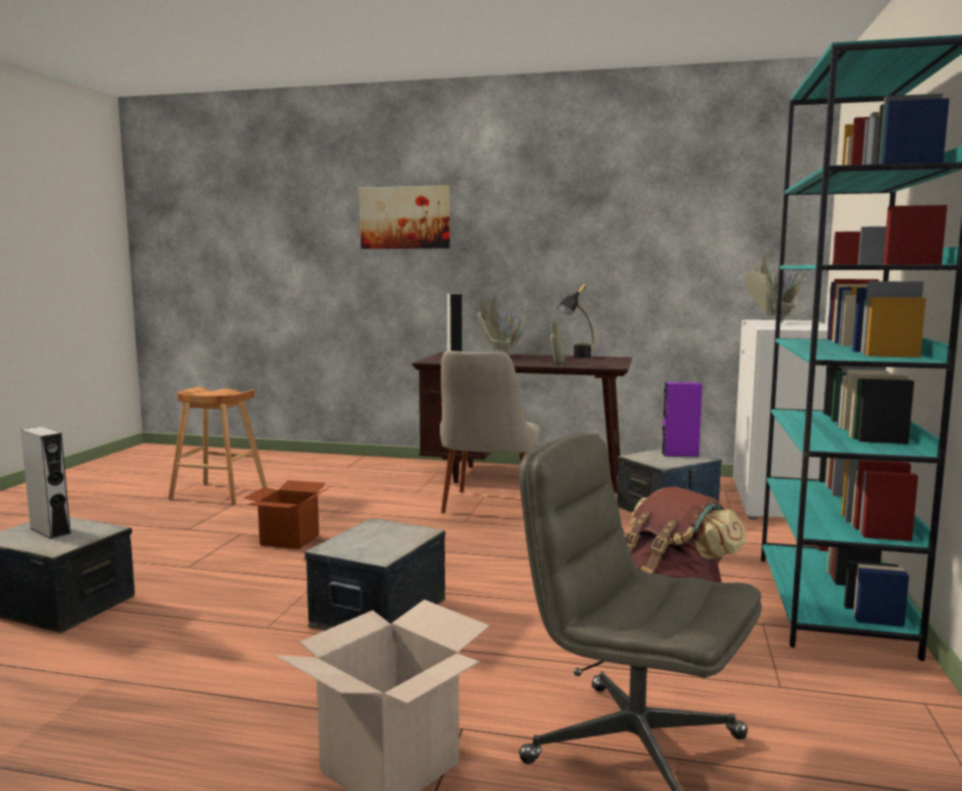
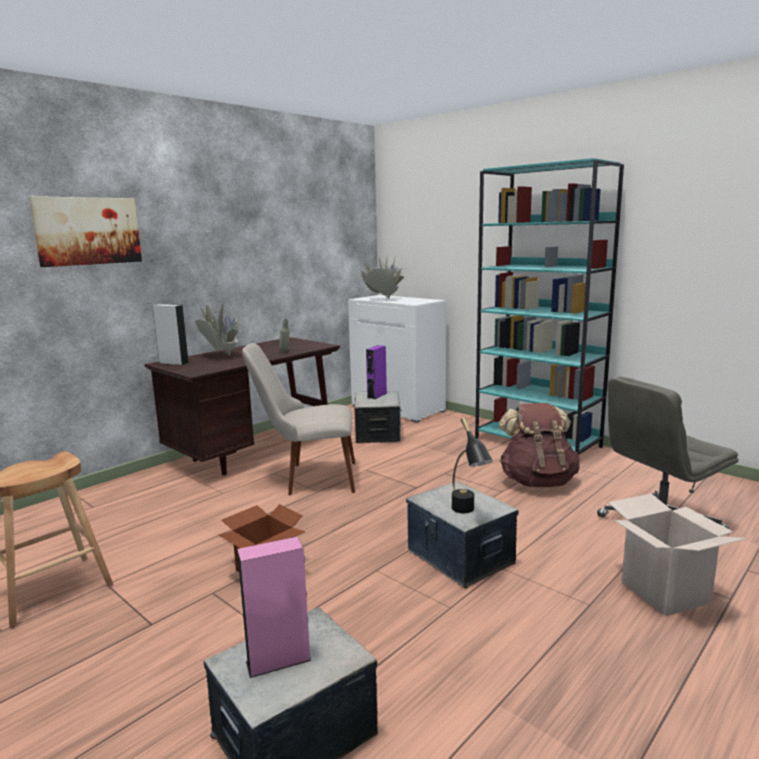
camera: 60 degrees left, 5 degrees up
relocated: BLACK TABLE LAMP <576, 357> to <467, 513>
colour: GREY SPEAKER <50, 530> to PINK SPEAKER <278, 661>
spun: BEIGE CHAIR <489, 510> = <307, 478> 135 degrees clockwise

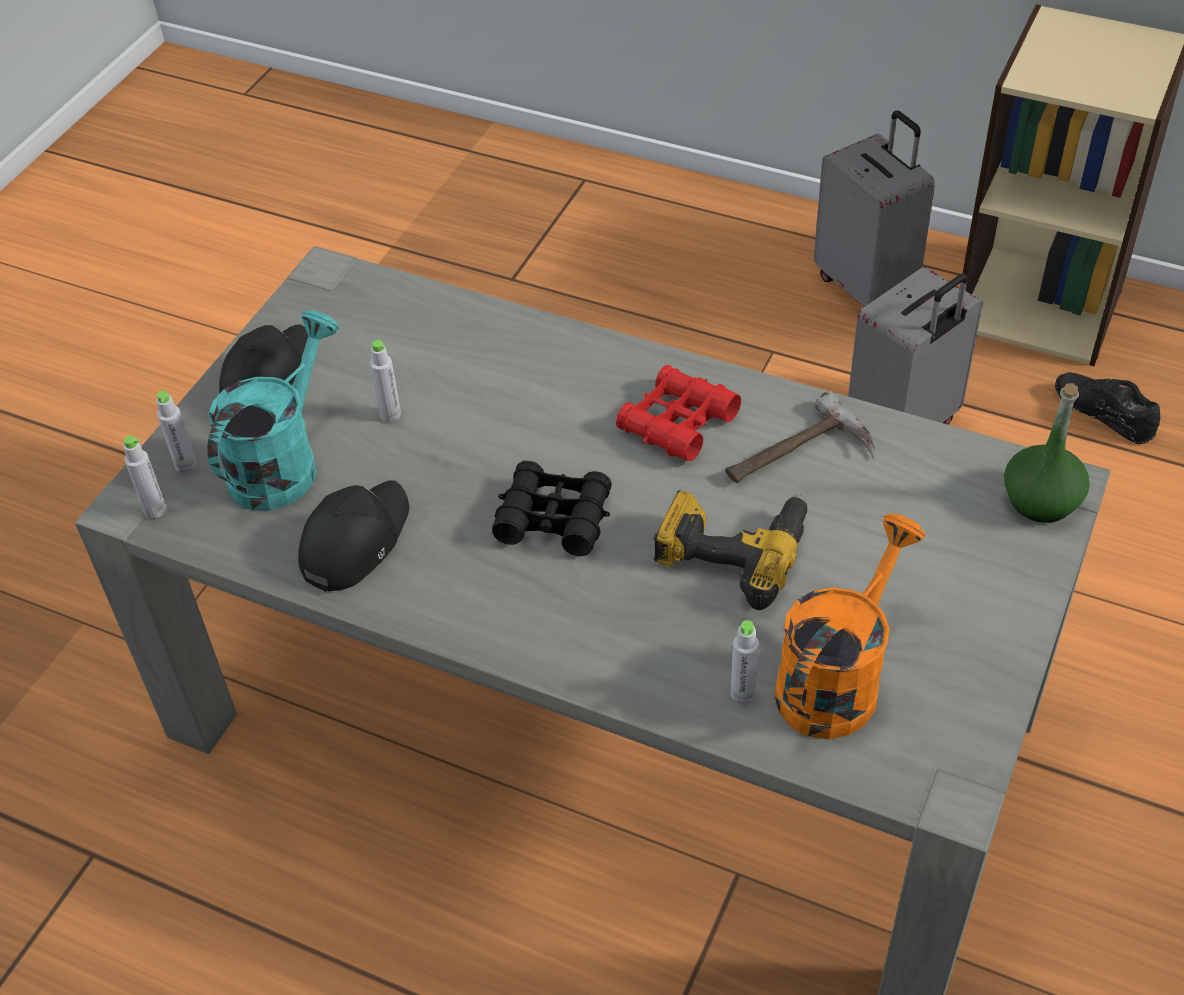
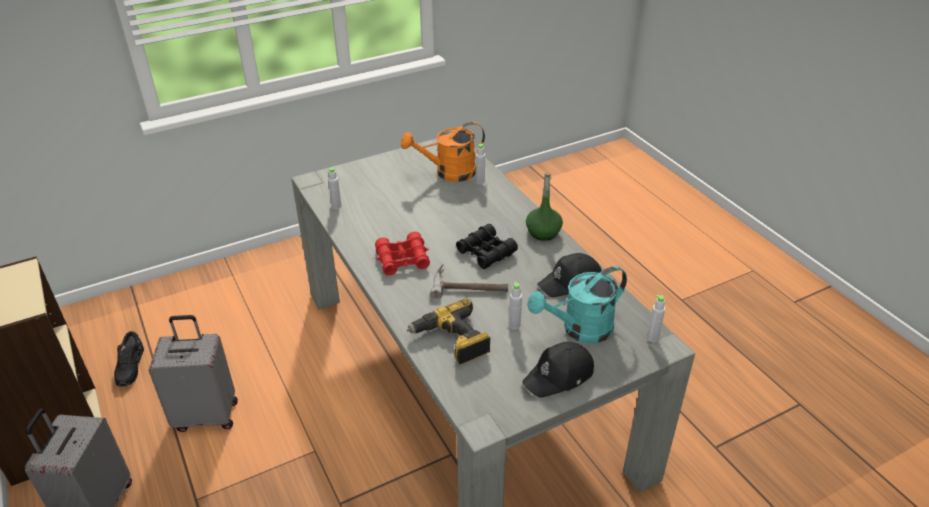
camera: 145 degrees left, 10 degrees down
relocated: GREY BOTTLE <186, 465> to <336, 206>; POWER DRILL <732, 550> to <452, 341>; HAMMER <800, 458> to <470, 285>; GREEN BOTTLE <1041, 500> to <543, 232>

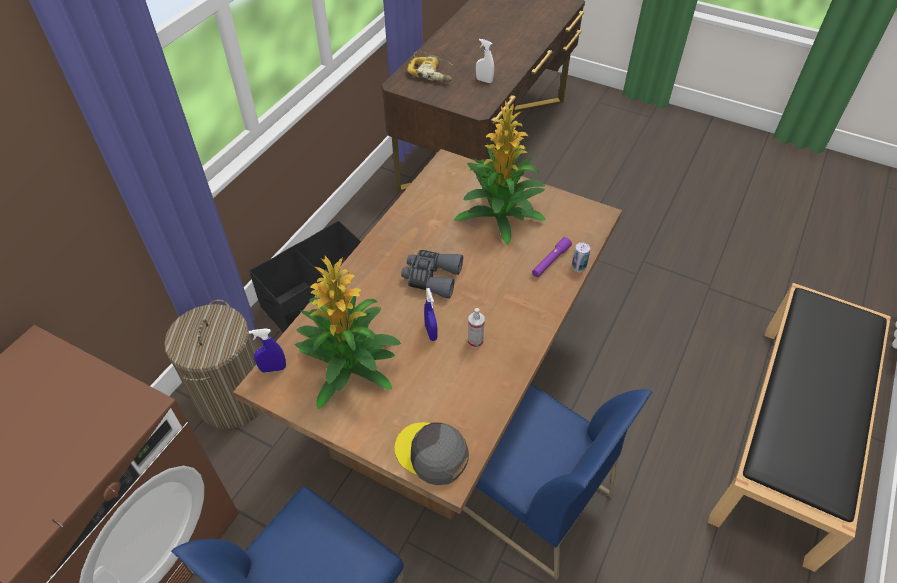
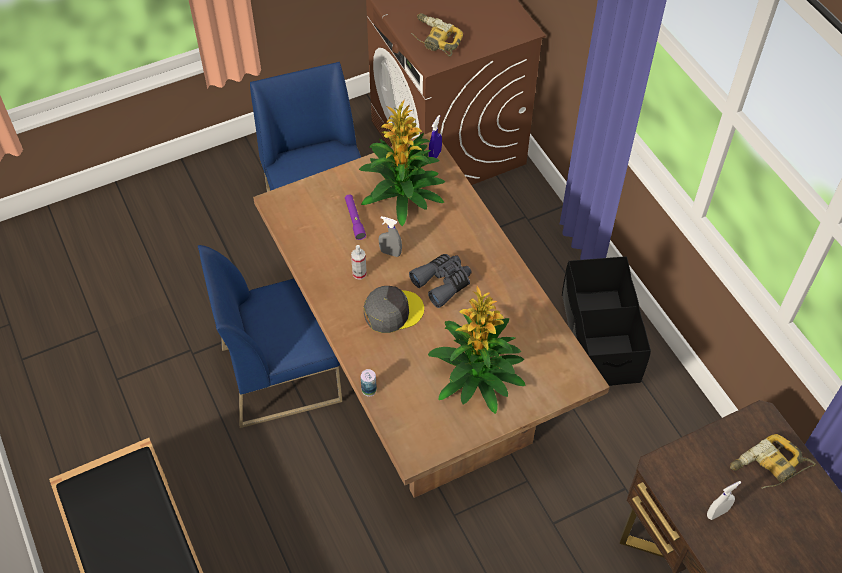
camera: 125 degrees right, 5 degrees up
missing: LAUNDRY BASKET <233, 397>
appeared: POWER DRILL <434, 40>
relocated: GREY CAP <431, 454> to <392, 311>; PURPLE FLASHLIGHT <550, 261> to <354, 219>
colour: BLUE SPRAY BOTTLE <431, 332> to GREY SPRAY BOTTLE <390, 253>

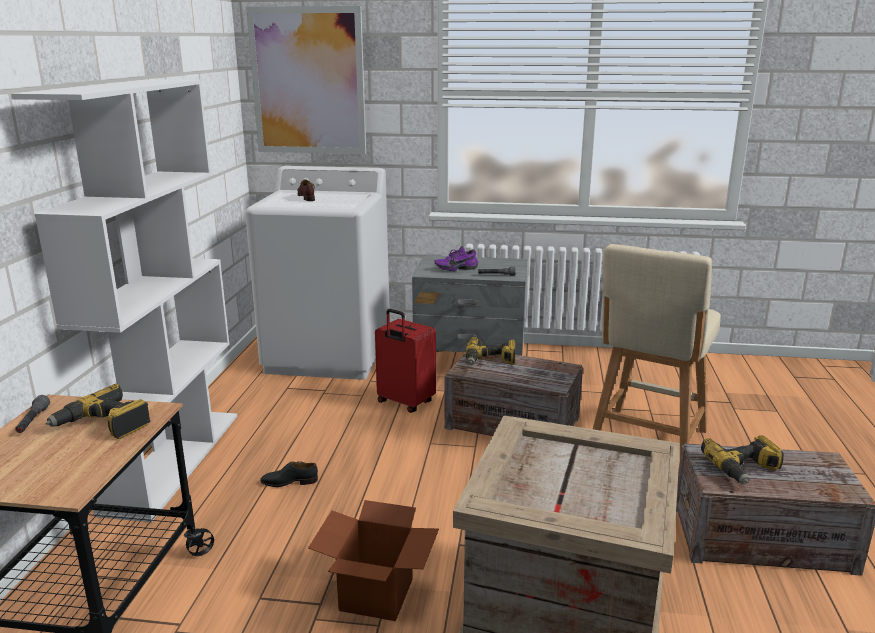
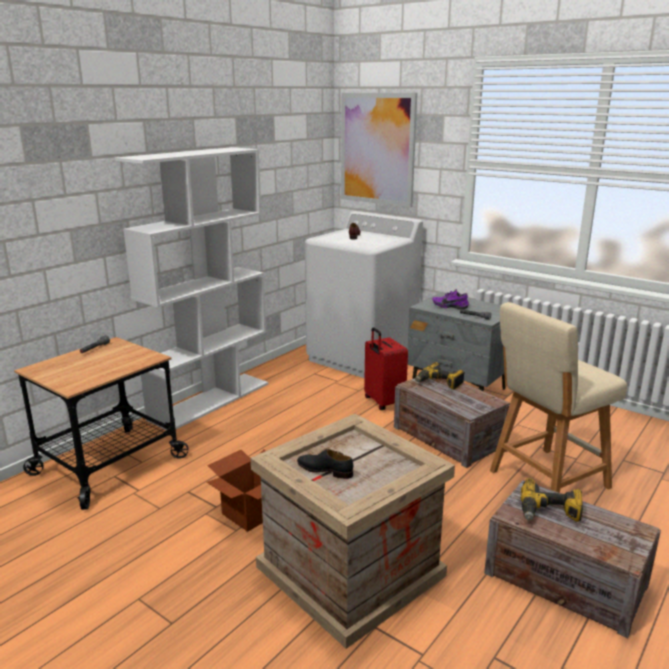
camera: 30 degrees right, 0 degrees up
missing: POWER DRILL <104, 425>
relocated: BLACK SHOE <289, 482> to <325, 470>

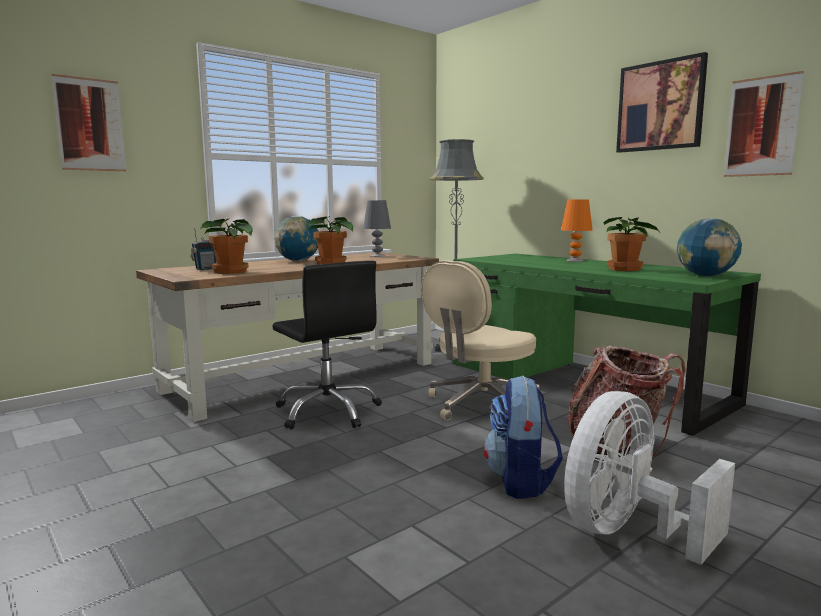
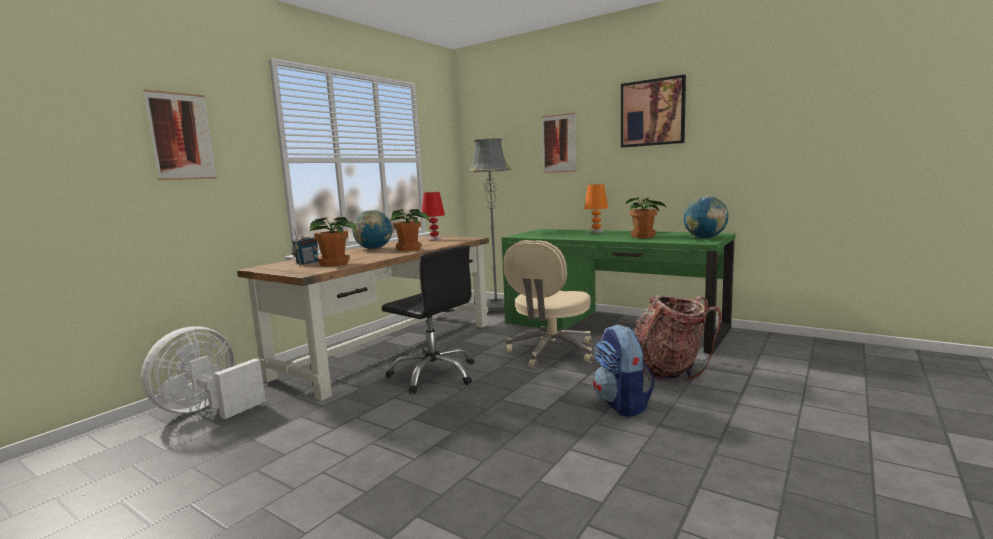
camera: 15 degrees left, 0 degrees up
relocated: WHITE FAN <628, 532> to <207, 410>; PICTURE <762, 126> to <559, 143>
colour: GREY TABLE LAMP <377, 256> to RED TABLE LAMP <435, 239>

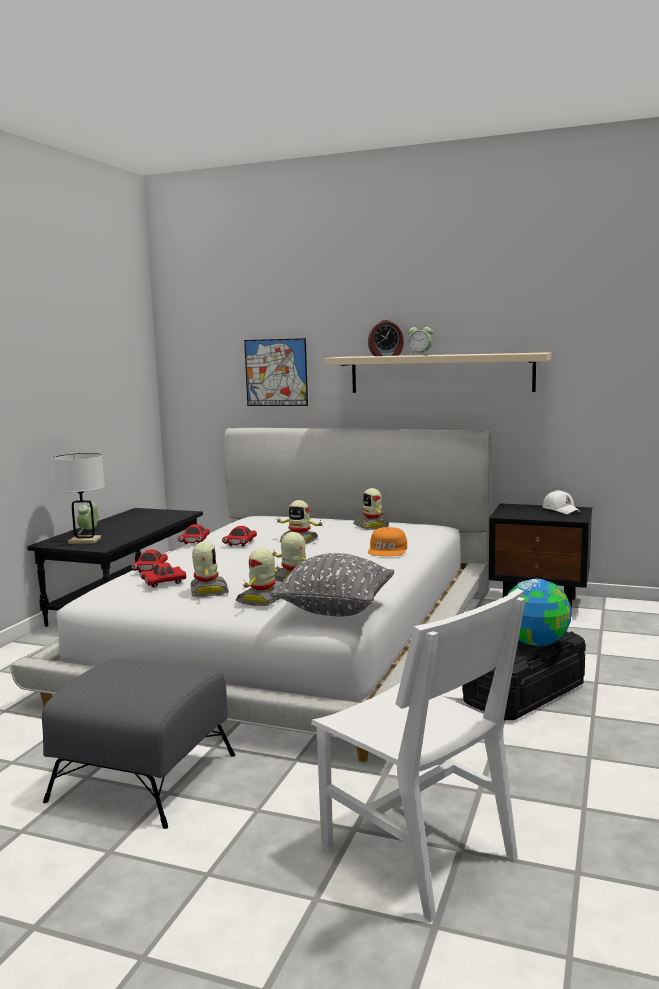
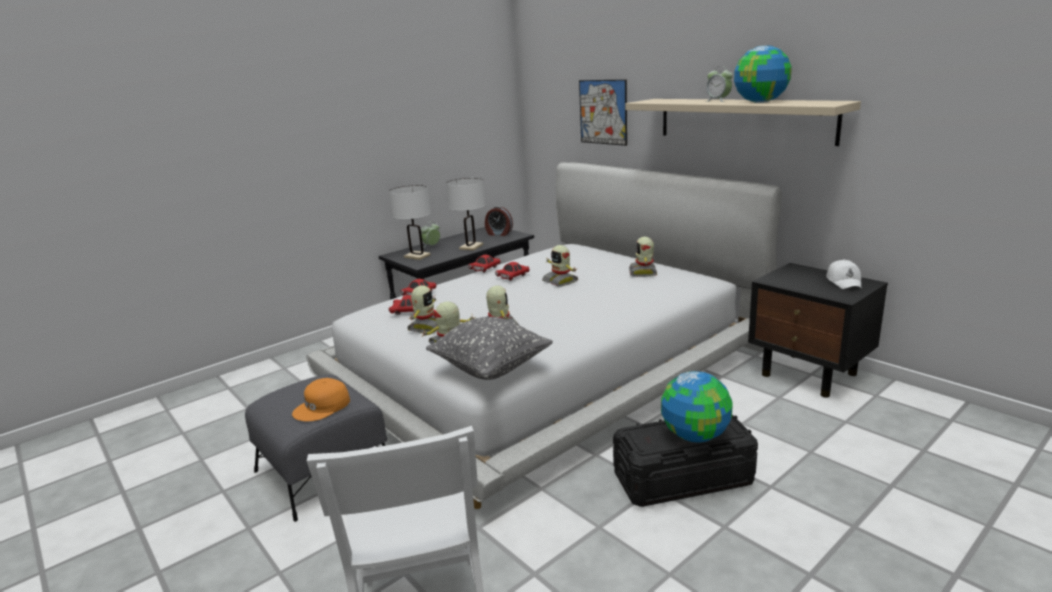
camera: 30 degrees right, 10 degrees up
appeared: WHITE TABLE LAMP <471, 247>; GLOBE <760, 102>
relocated: ALARM CLOCK <386, 355> to <499, 233>; ORANGE CAP <388, 550> to <322, 407>

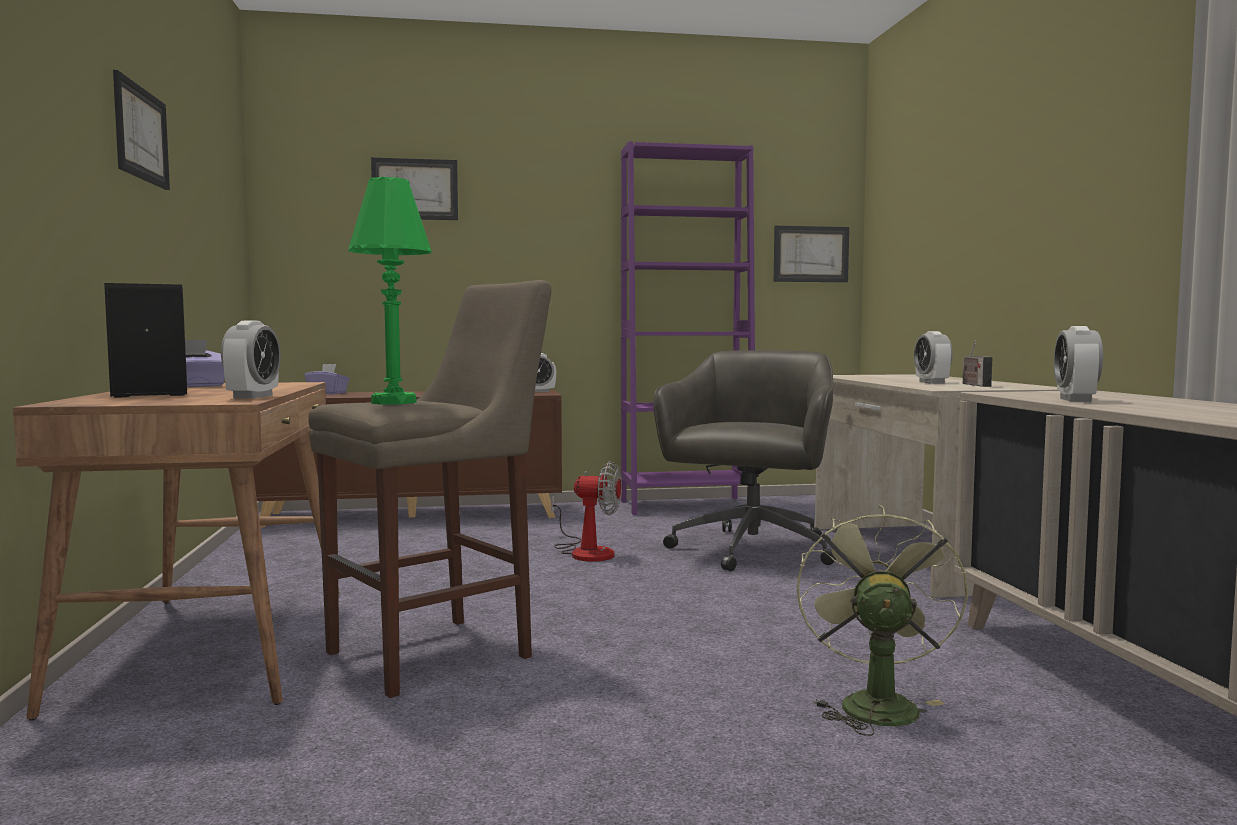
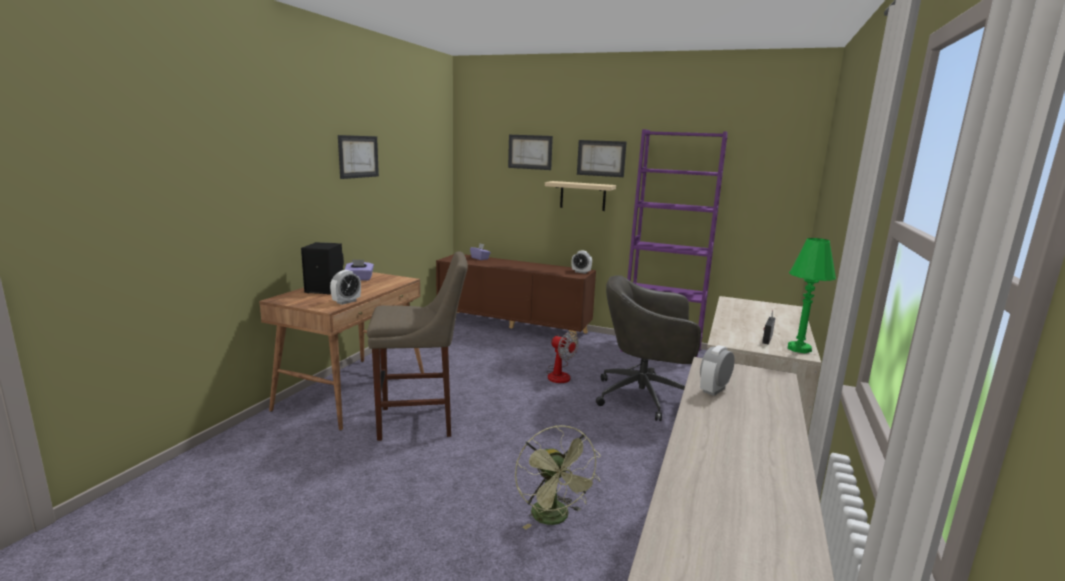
camera: 30 degrees right, 10 degrees up
missing: ALARM CLOCK <932, 382>
appeared: BEIGE SHELF <582, 196>
relocated: GREEN TABLE LAMP <394, 402> to <799, 349>; PICTURE <810, 254> to <601, 158>
spun: GREY OFFICE CHAIR <750, 551> = <644, 397> 135 degrees counterclockwise; GREEN FAN <874, 703> = <554, 518> 120 degrees clockwise

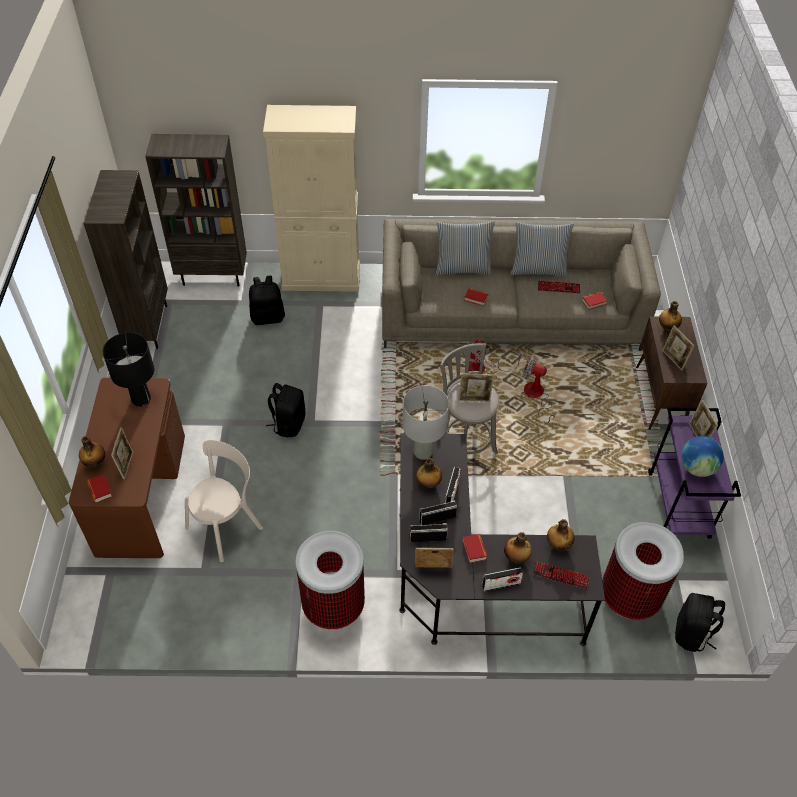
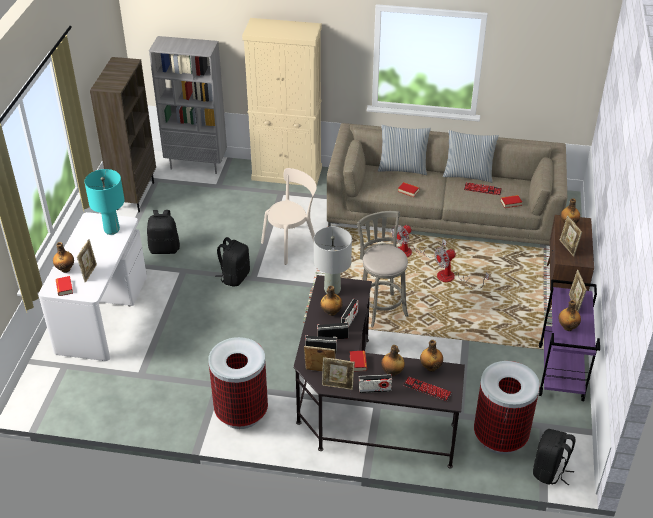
camera: 10 degrees right, 10 degrees down
relocated: BEIGE CHAIR <227, 525> to <292, 244>; BLACK BACKPACK <268, 317> to <164, 248>; PICTURE FRAME <474, 399> to <337, 386>
exchanged: GLOBE <697, 467> to BOTTLE <567, 327>
colour: BROWN DESK <141, 493> to WHITE DESK <102, 313>; BLACK TABLE LAMP <141, 399> to TURQUOISE TABLE LAMP <111, 230>; BROWN BOOKCASE <213, 276> to GREY BOOKCASE <197, 164>
spun: FAN <536, 396> = <452, 278> 60 degrees counterclockwise

